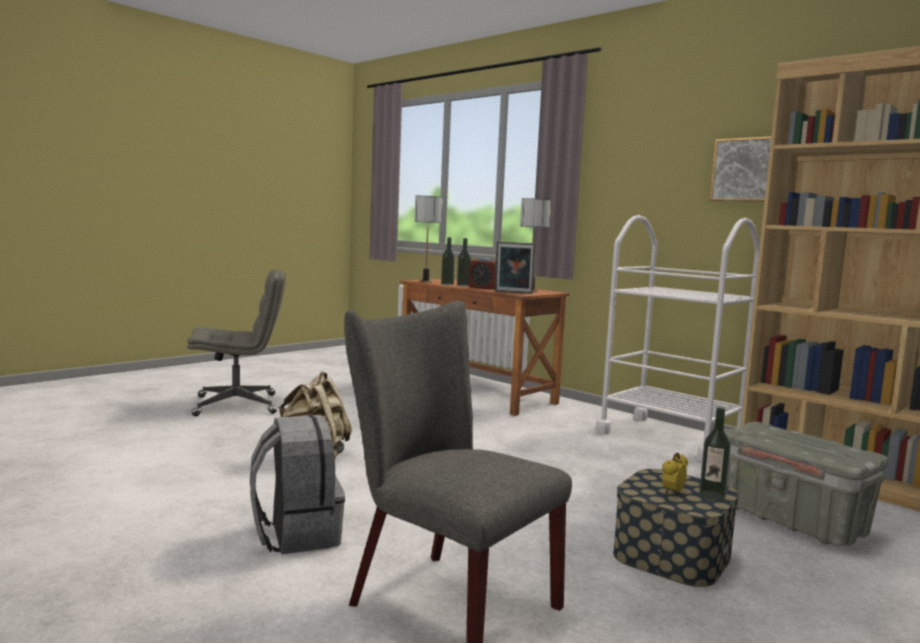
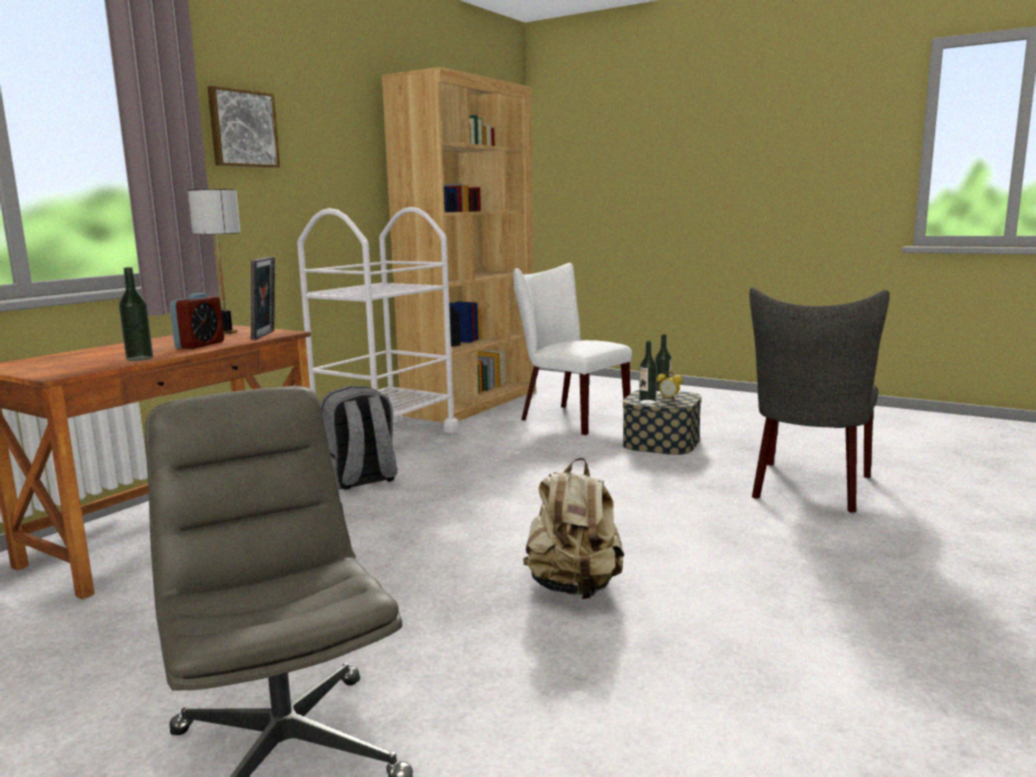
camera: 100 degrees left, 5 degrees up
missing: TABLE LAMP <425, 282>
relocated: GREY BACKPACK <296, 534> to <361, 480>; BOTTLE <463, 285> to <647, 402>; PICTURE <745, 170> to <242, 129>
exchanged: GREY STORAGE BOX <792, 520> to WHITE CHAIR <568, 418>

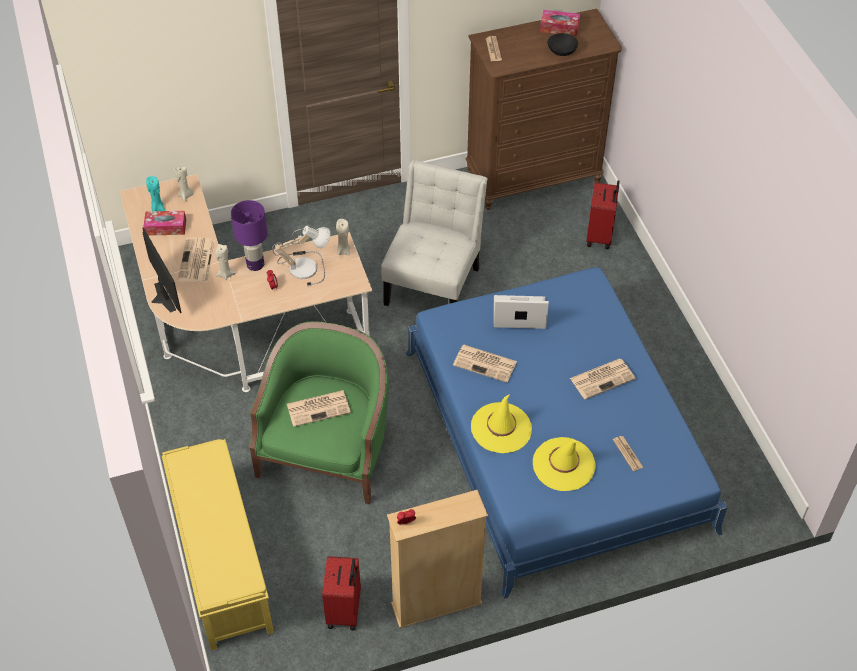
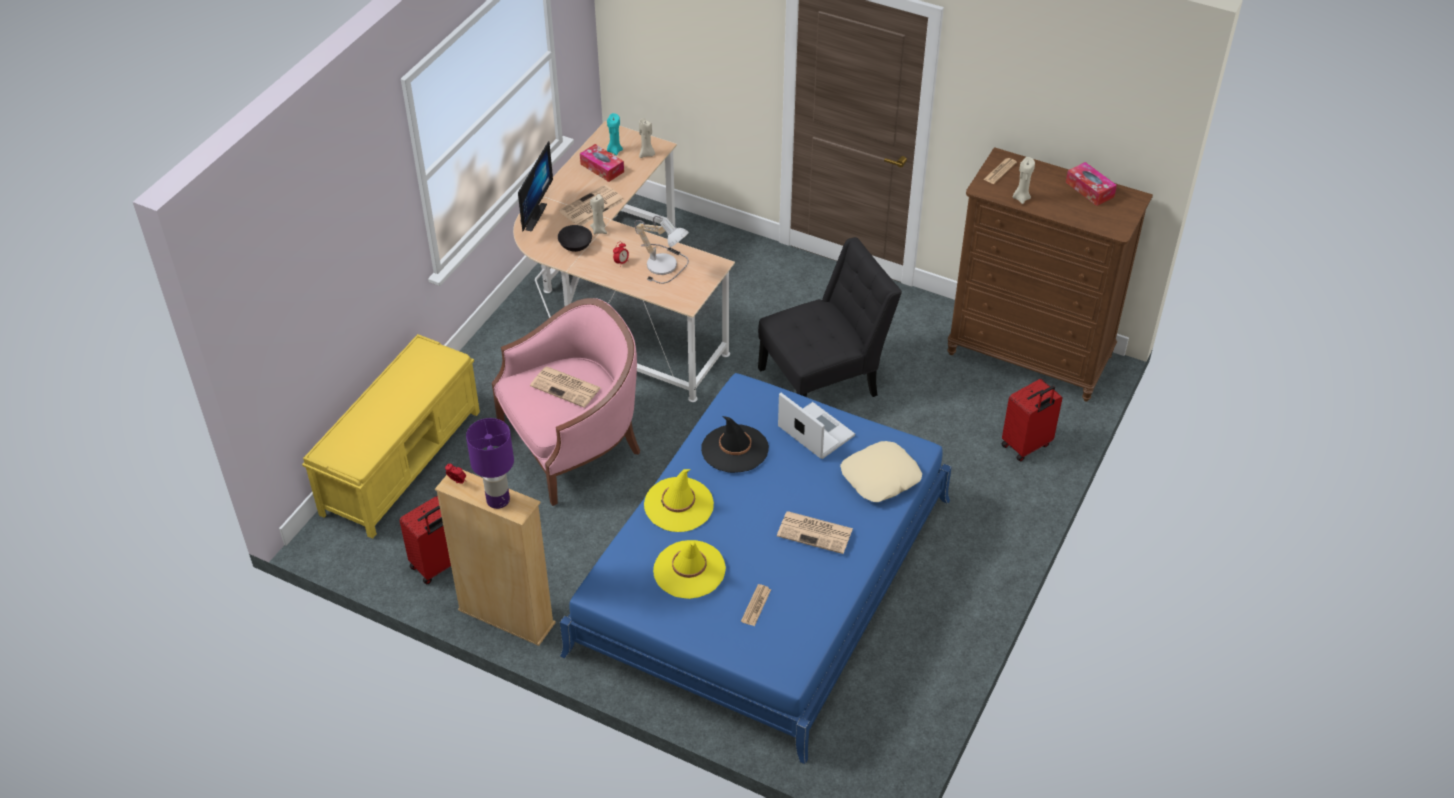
camera: 45 degrees right, 5 degrees down
appeared: BEIGE PILLOW <881, 477>
relocated: PURPLE TABLE LAMP <255, 265> to <497, 500>; BEIGE CANDLE <343, 251> to <1021, 198>; BLACK BOWL <561, 51> to <575, 245>
exchanged: NEWSPAPER <486, 363> to BLACK HAT <734, 449>
colour: GREEN ARMCHAIR <327, 451> to PINK ARMCHAIR <573, 444>; WHITE CHAIR <434, 282> to BLACK CHAIR <824, 380>

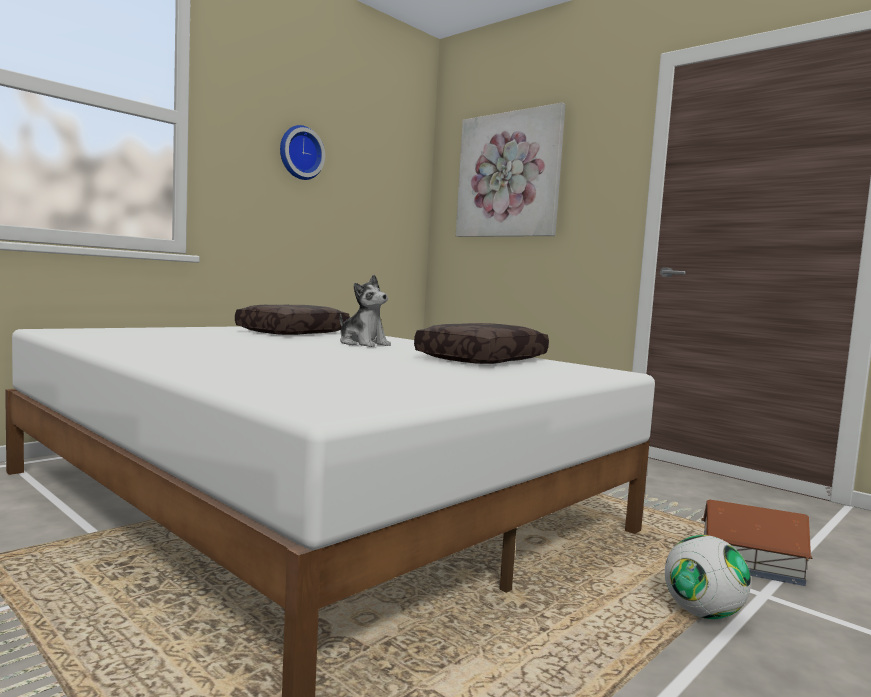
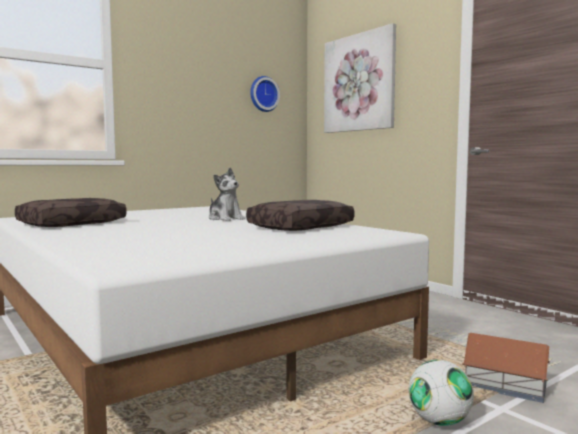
camera: 10 degrees right, 0 degrees up
relocated: BROWN PILLOW <293, 332> to <72, 223>; WALL CLOCK <300, 153> to <263, 94>

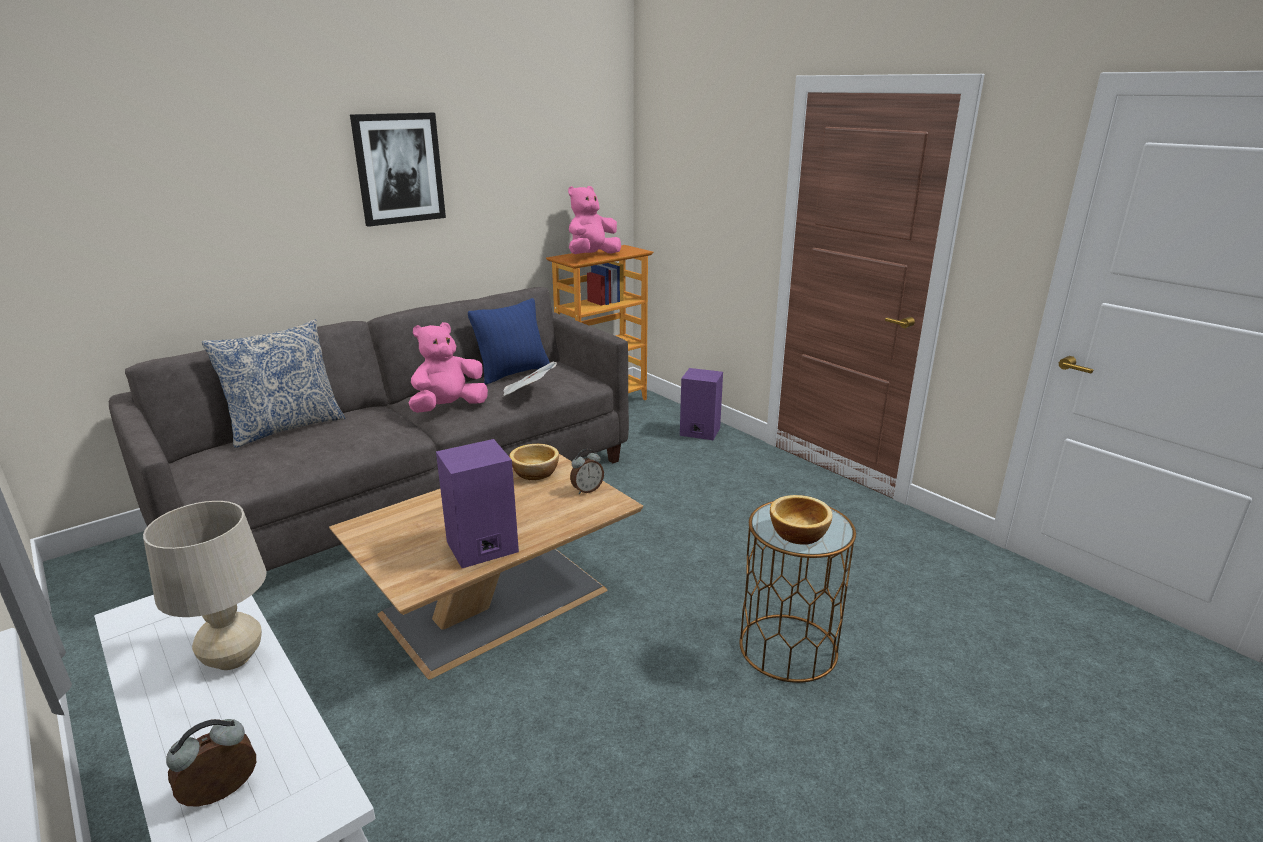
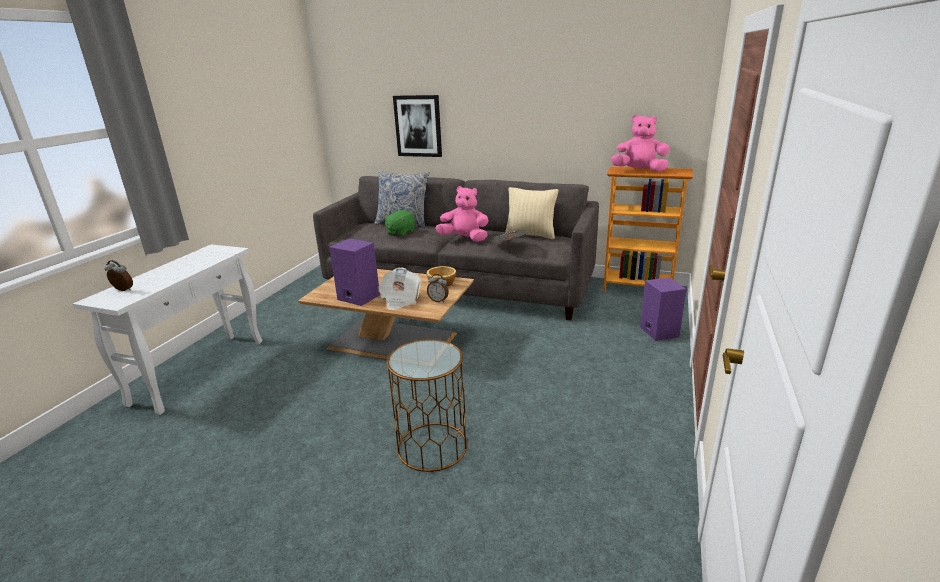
camera: 60 degrees right, 0 degrees up
missing: BEIGE TABLE LAMP <233, 659>; BOWL <798, 533>
appeared: NEWSPAPER <400, 300>; GREEN PLUSH TOY <400, 233>
relocated: PICTURE <399, 168> to <418, 126>
colour: BLUE PILLOW <513, 373> to BEIGE PILLOW <530, 235>

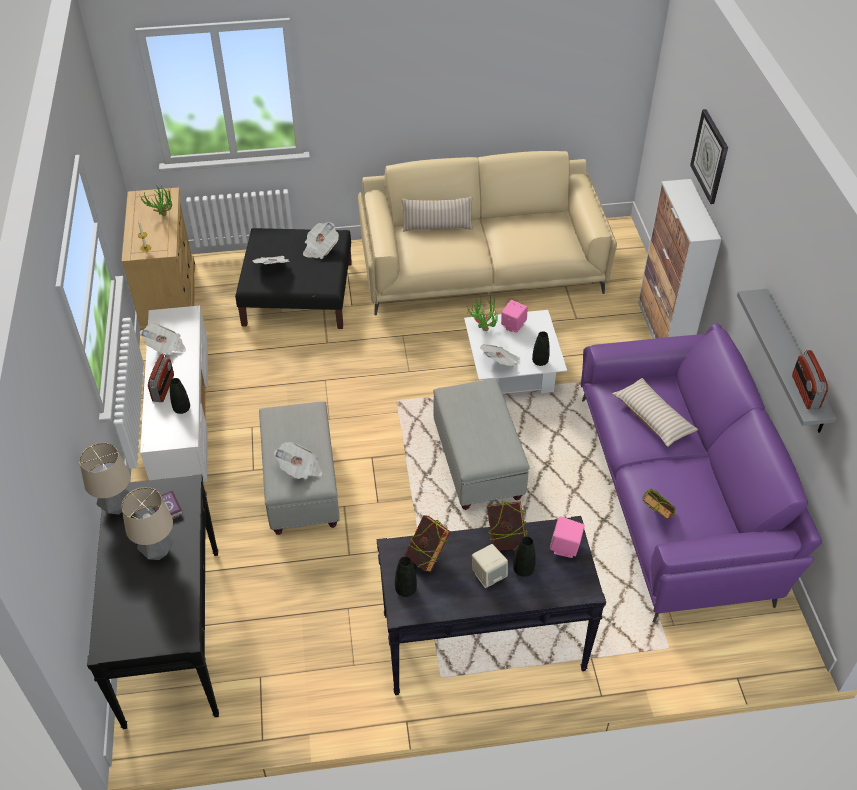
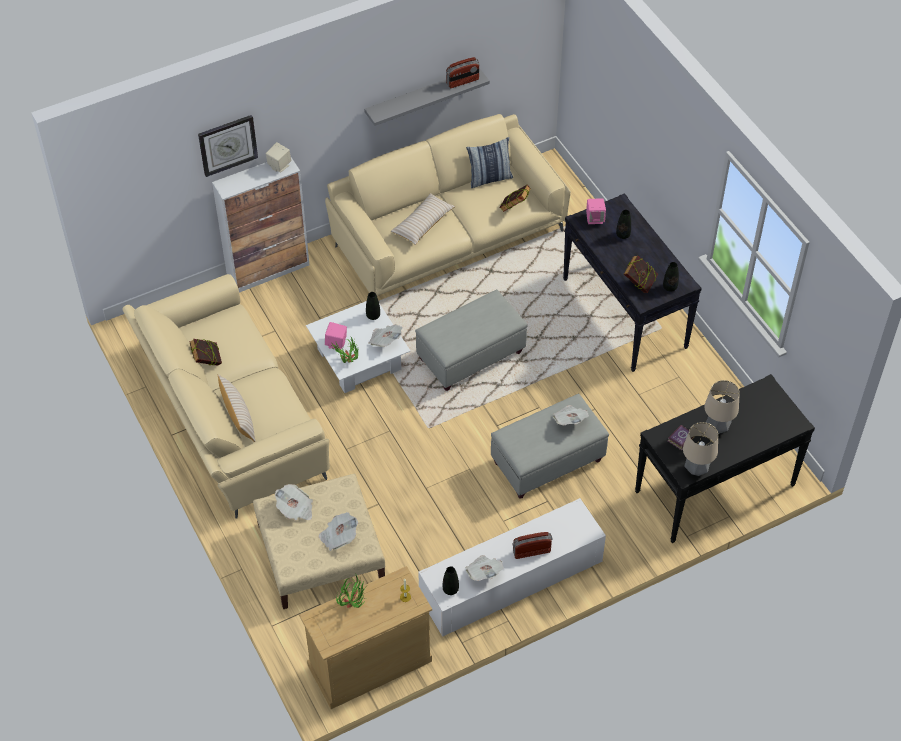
camera: 110 degrees left, 5 degrees up
appeared: PILLOW <489, 178>
relocated: BLACK VASE <182, 409> to <450, 589>; BEIGE SPEAKER <488, 575> to <279, 166>; BOOK <505, 539> to <207, 361>
colour: BLACK OTTOMAN <297, 294> to BEIGE OTTOMAN <321, 553>; PURPLE SOFA <677, 495> to BEIGE SOFA <448, 235>

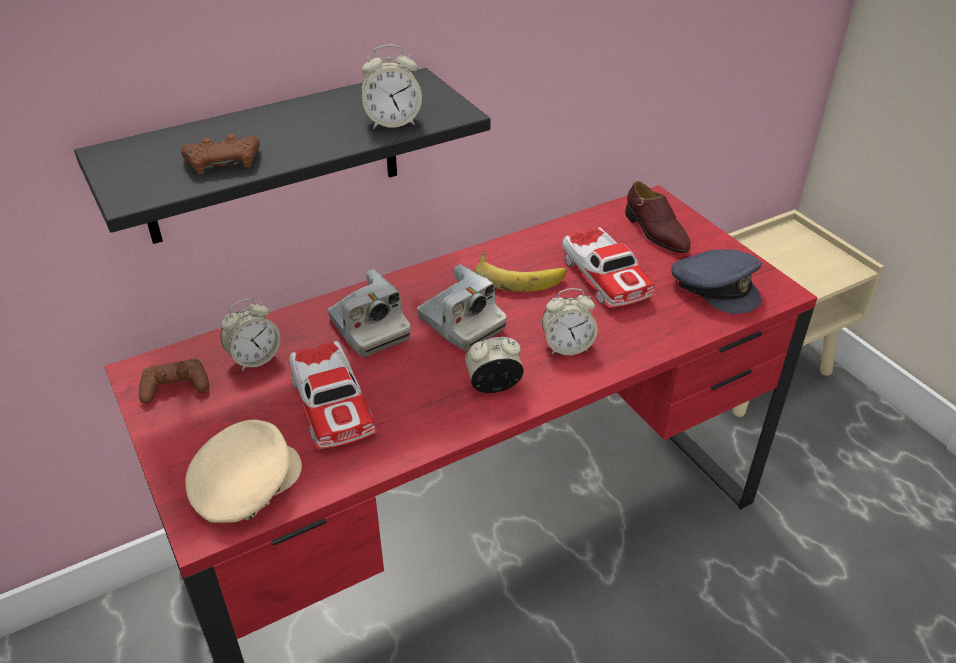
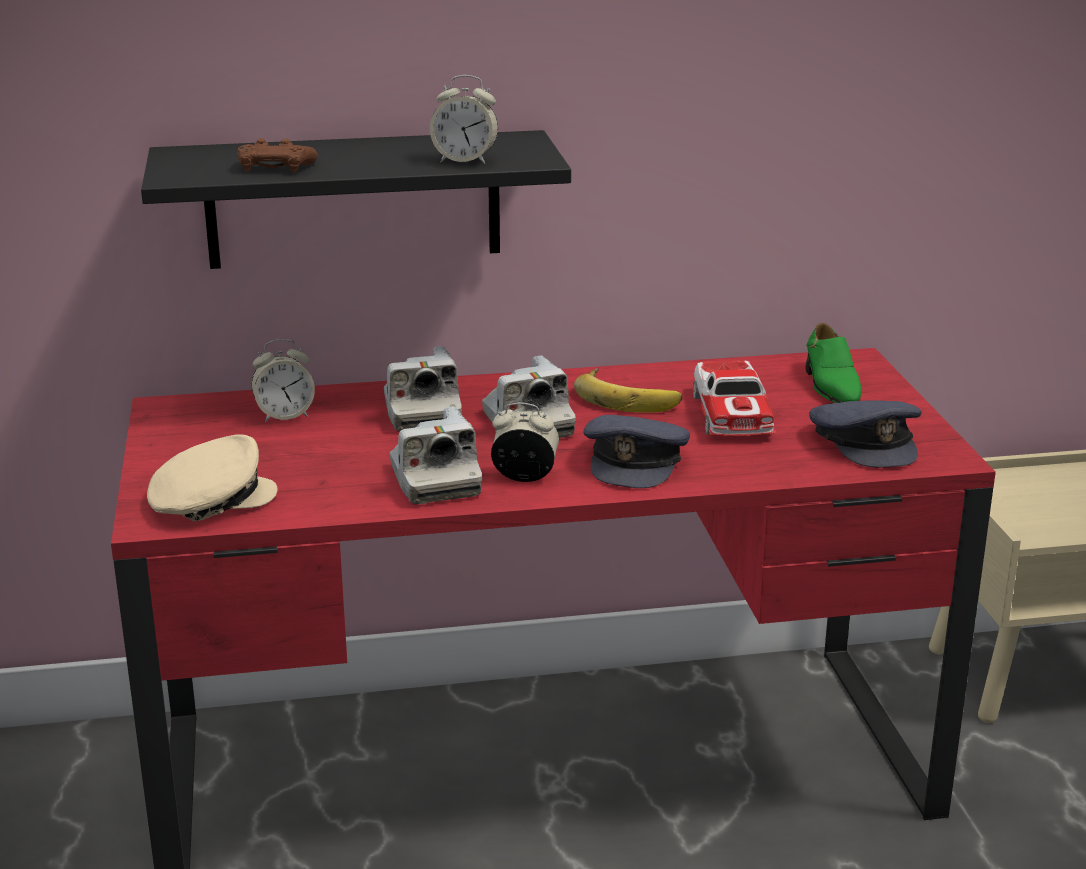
camera: 20 degrees right, 15 degrees down
missing: BROWN GAME CONTROLLER <175, 387>; TOY CAR <331, 404>
appeared: PHOTO CAMERA <434, 481>
exchanged: ALARM CLOCK <567, 347> to GREY CAP <635, 461>
colour: BROWN SHOE <655, 232> to GREEN SHOE <831, 387>

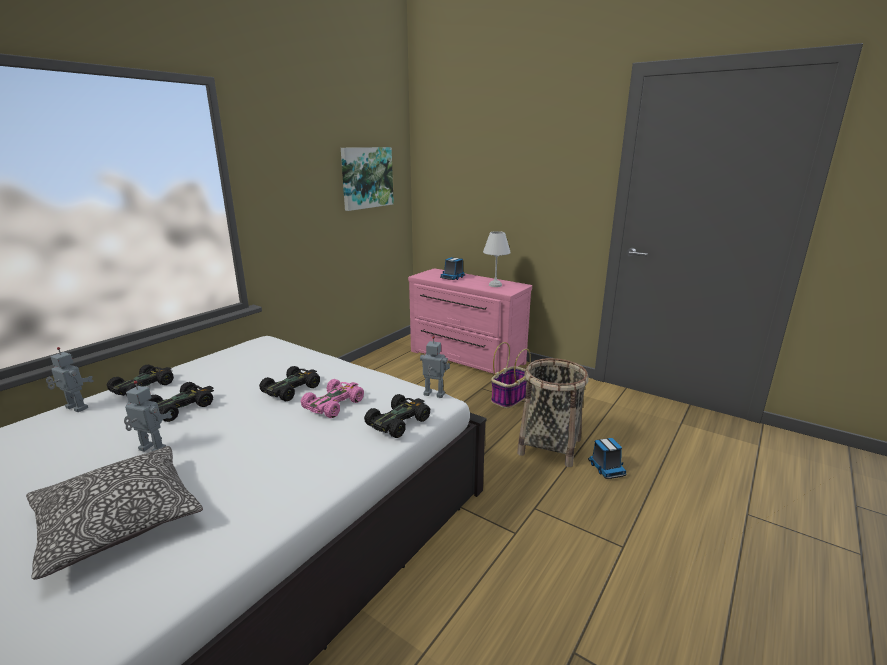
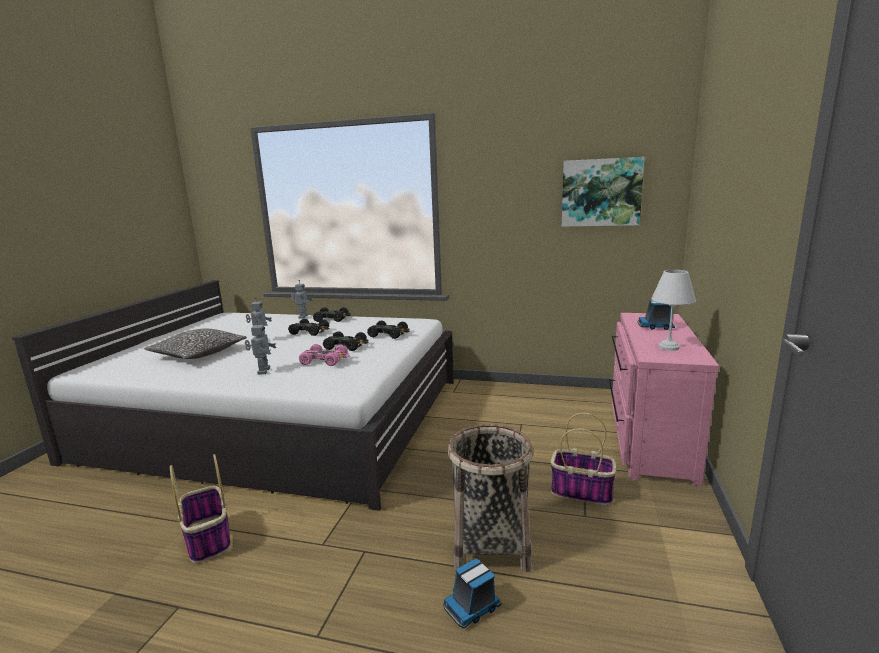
camera: 70 degrees right, 5 degrees down
appeared: BASKET <209, 539>
relocated: BLACK TOY CAR <398, 422> to <389, 334>; TOY ROBOT <433, 395> to <263, 371>

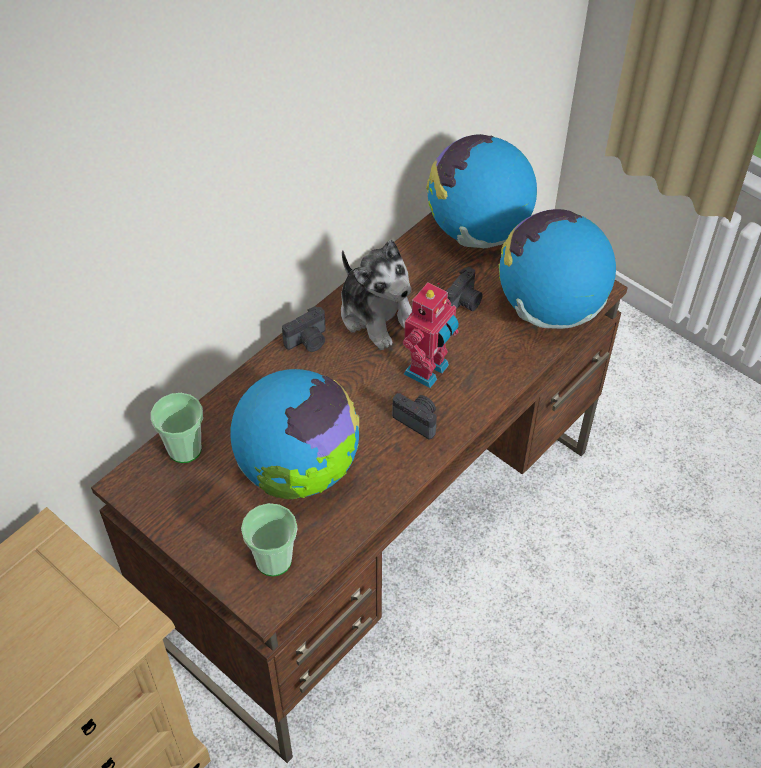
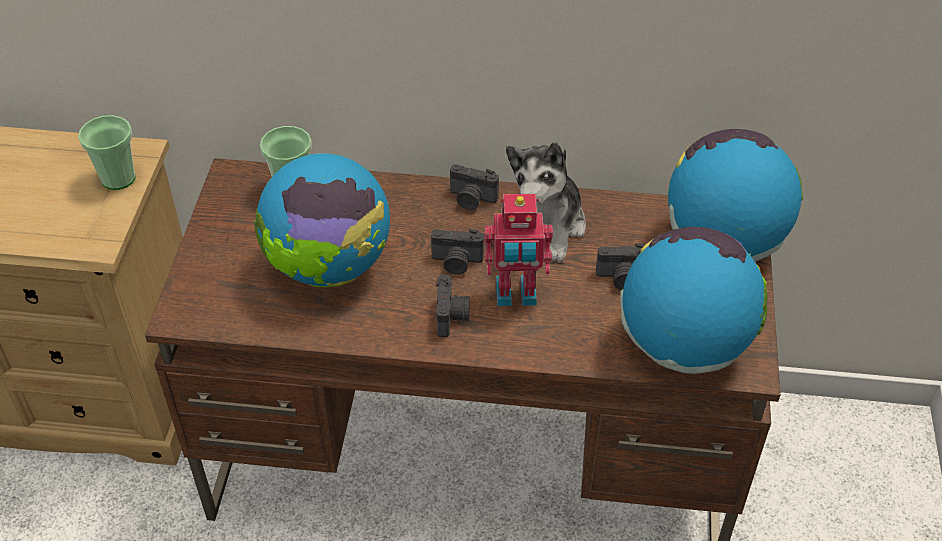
camera: 55 degrees right, 5 degrees down
appeared: PHOTO CAMERA <456, 262>
relocated: CUP <273, 560> to <118, 178>

